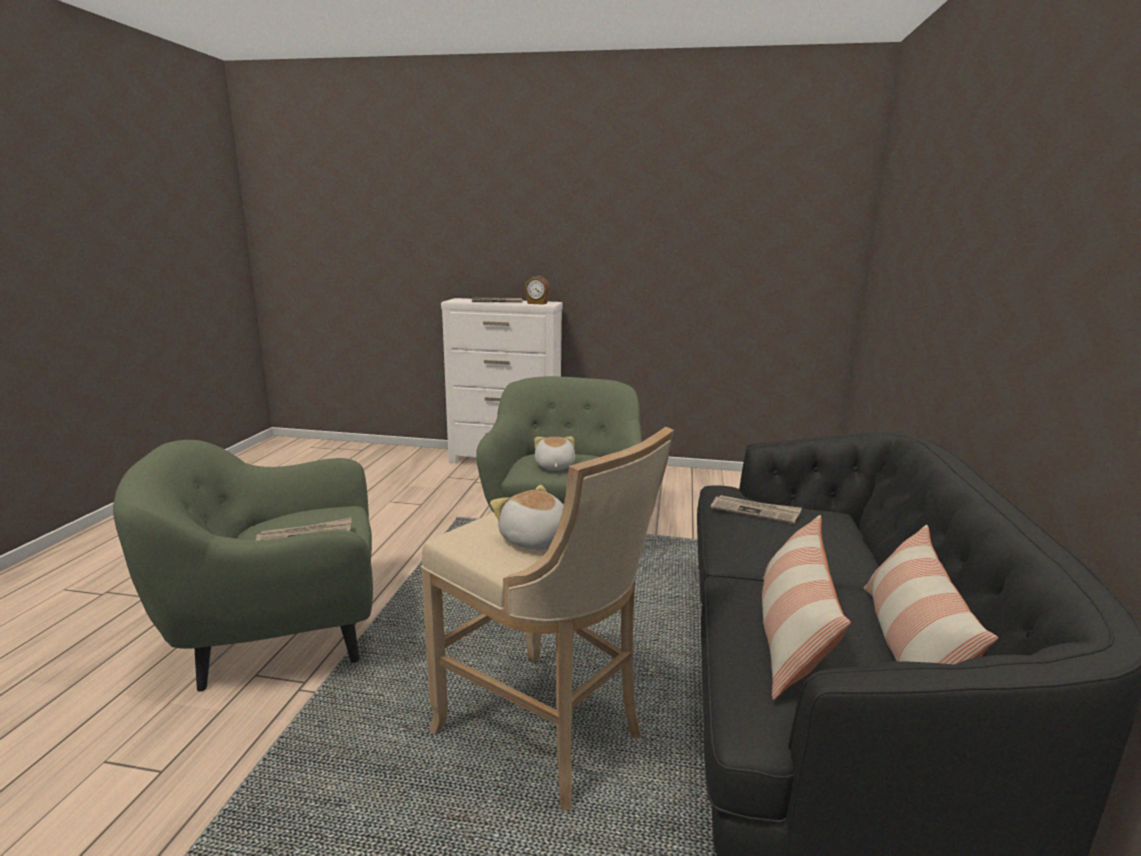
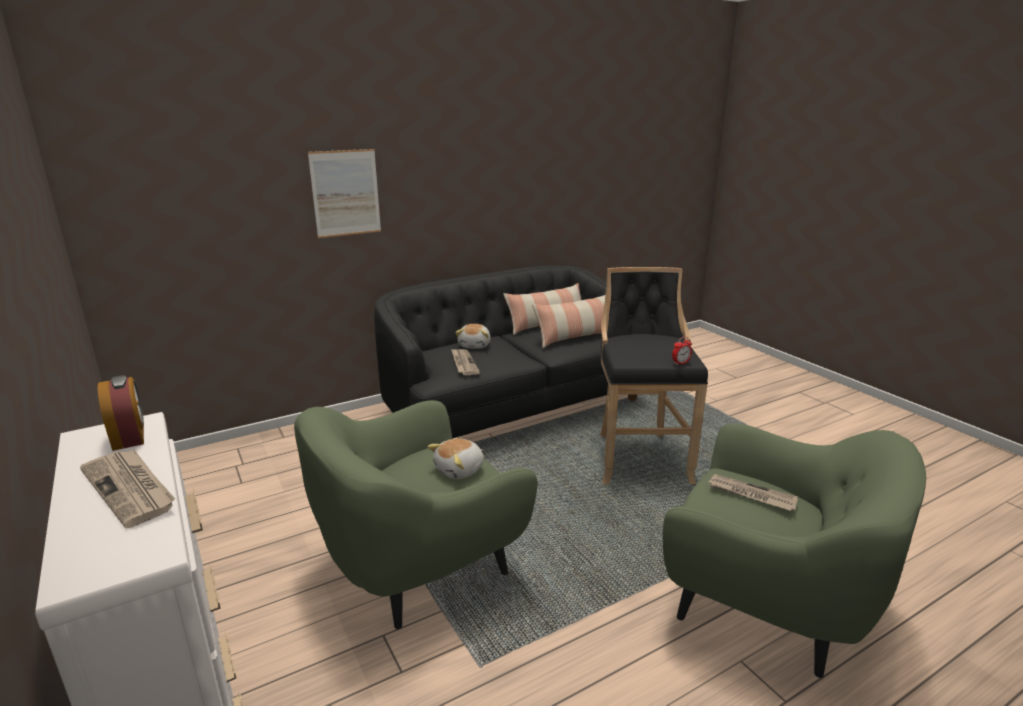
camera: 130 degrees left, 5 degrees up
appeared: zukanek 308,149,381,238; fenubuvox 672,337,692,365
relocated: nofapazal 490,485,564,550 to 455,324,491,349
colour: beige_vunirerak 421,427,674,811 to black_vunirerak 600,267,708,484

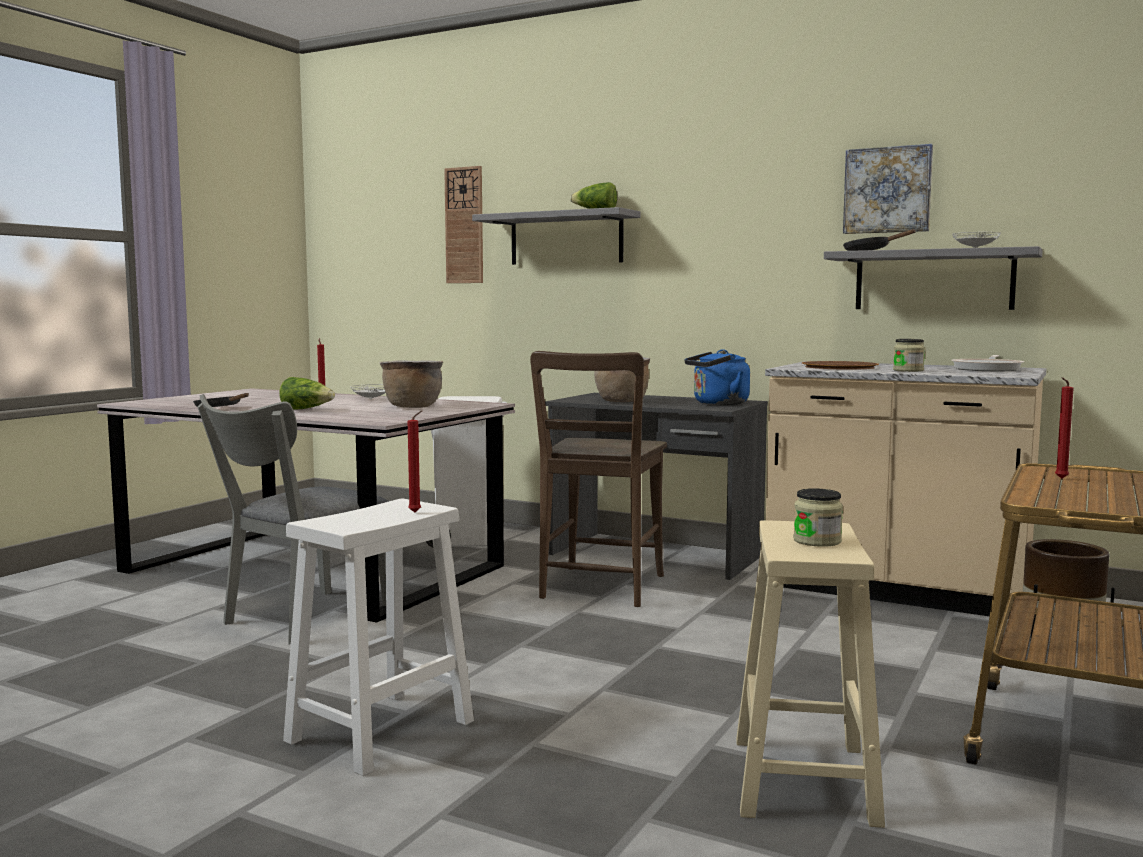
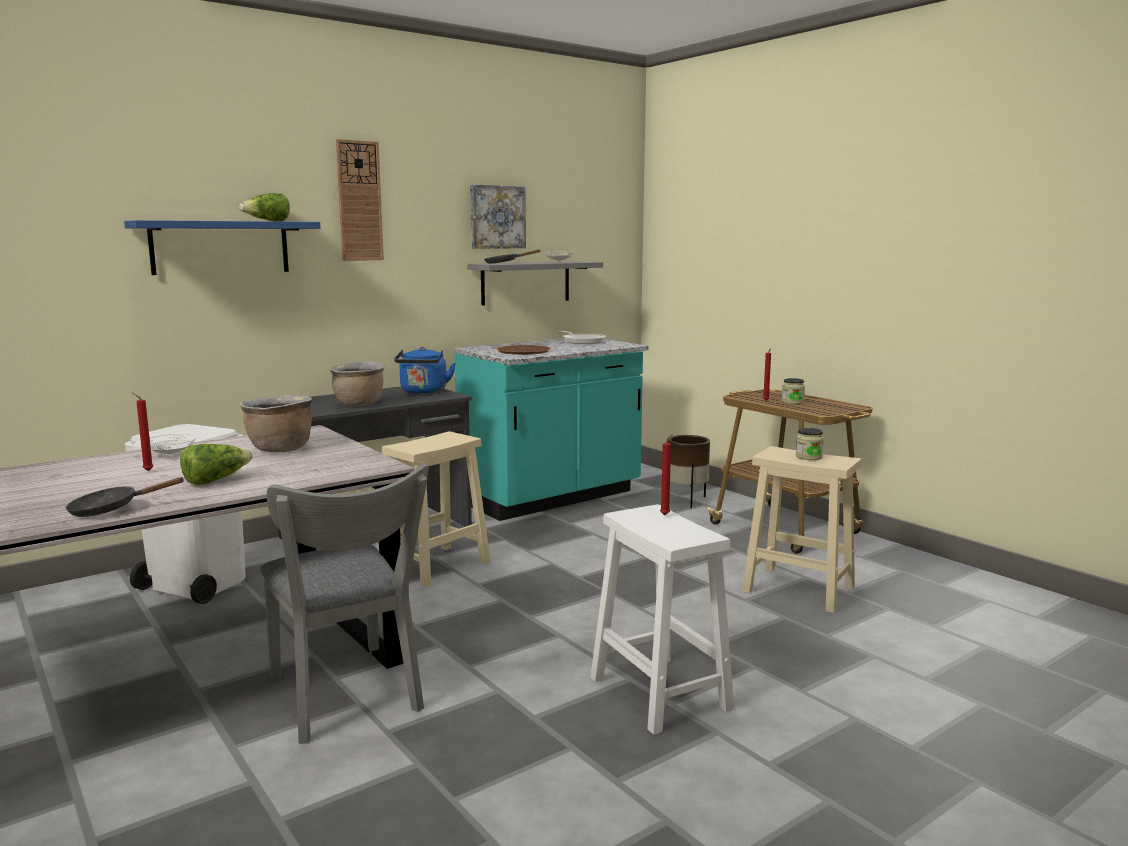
camera: 65 degrees left, 5 degrees up
relocated: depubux 444,166,483,283 to 336,139,384,261; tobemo 893,339,925,372 to 782,378,805,404
exchanged: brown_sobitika 530,351,667,607 to beige_vunirerak 382,432,491,588
colour: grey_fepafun 472,207,640,265 to blue_fepafun 124,220,321,275; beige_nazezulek 765,361,1046,619 to turquoise_nazezulek 453,338,649,521

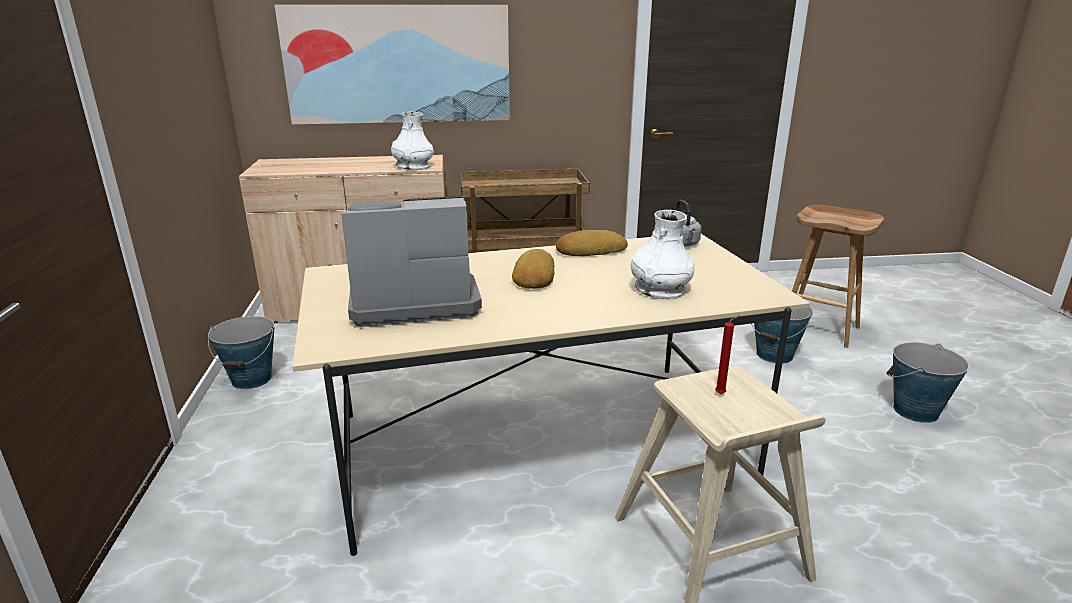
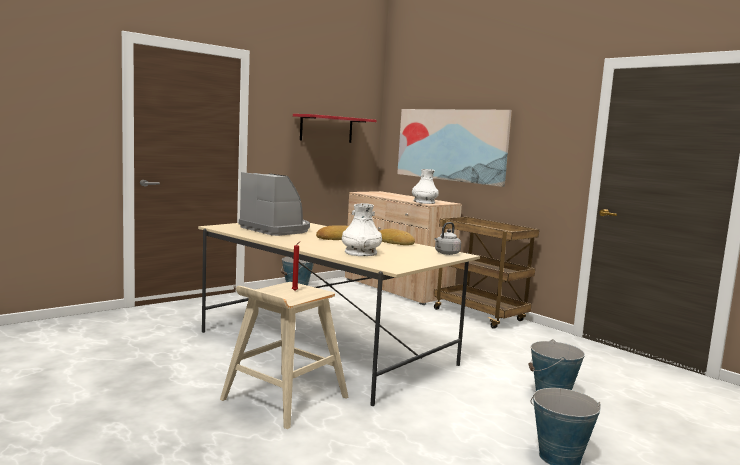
camera: 55 degrees right, 15 degrees down
missing: brown_vunirerak 792,205,884,348
appeared: red_fepafun 293,114,377,143

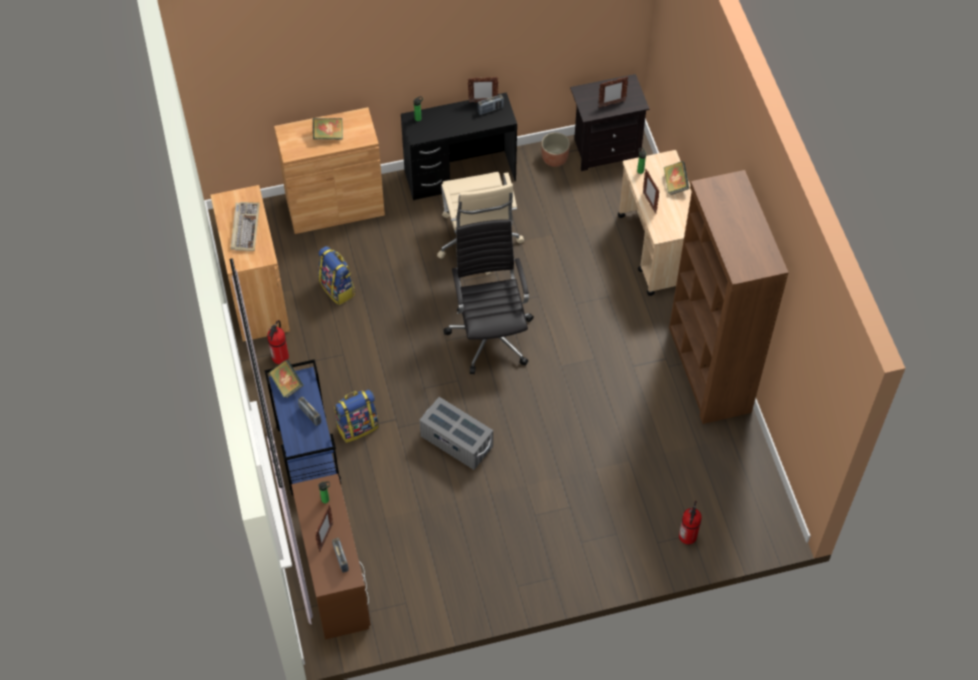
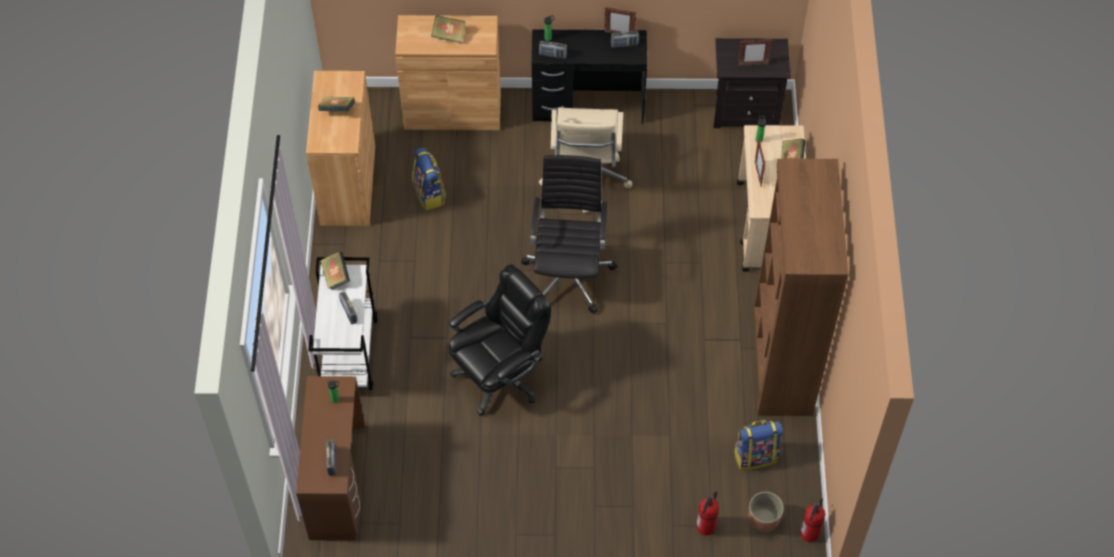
camera: 15 degrees right, 0 degrees up
missing: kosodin 315,504,333,552
appeared: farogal 539,41,567,58
relocated: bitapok 267,320,289,364 to 800,498,825,542; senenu 334,389,379,443 to 733,420,783,471; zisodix 542,132,570,167 to 748,492,784,532
exchanged: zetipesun 231,202,260,251 to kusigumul 318,97,355,111; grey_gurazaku 420,397,493,470 to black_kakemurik 449,264,551,416
colour: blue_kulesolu 264,359,341,496 to white_kulesolu 308,257,378,390

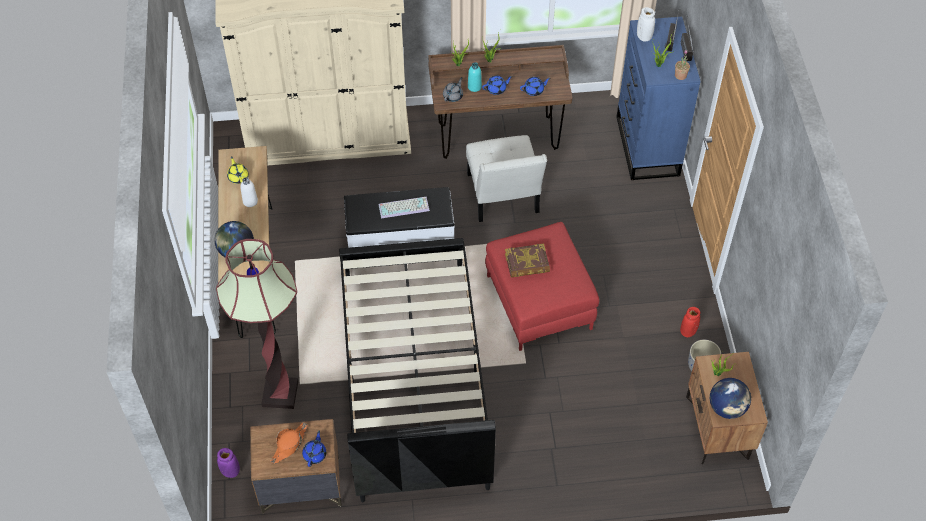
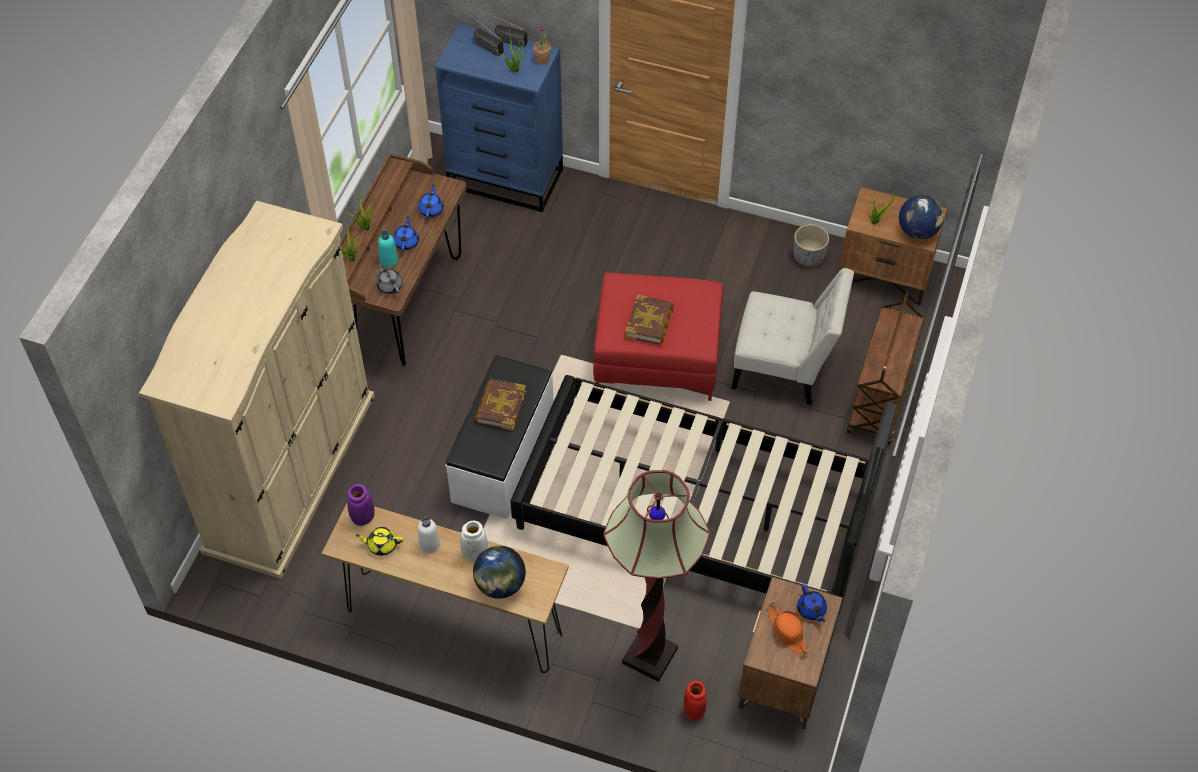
camera: 65 degrees left, 0 degrees up
appeared: brown_kulesolu 847,291,924,444
relocated: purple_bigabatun 217,448,240,478 to 347,484,375,526; white_sobitika 466,135,547,222 to 731,268,854,405; white_bigabatun 637,7,655,42 to 460,521,488,561; red_bigabatun 680,307,700,337 to 684,681,706,720
exchanged: zetipesun 379,197,430,218 to kusigumul 475,379,526,431
spun: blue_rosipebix 302,430,327,467 = 797,584,827,622 150 degrees counterclockwise

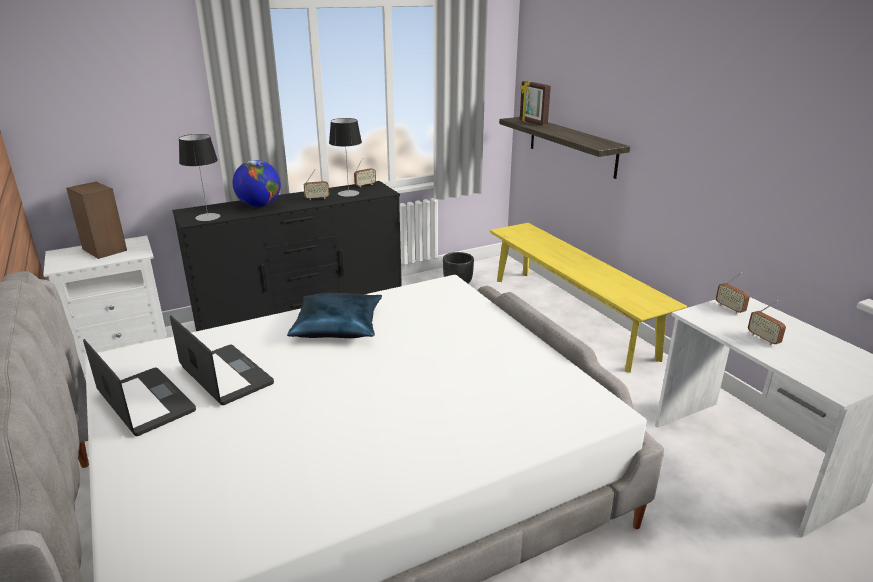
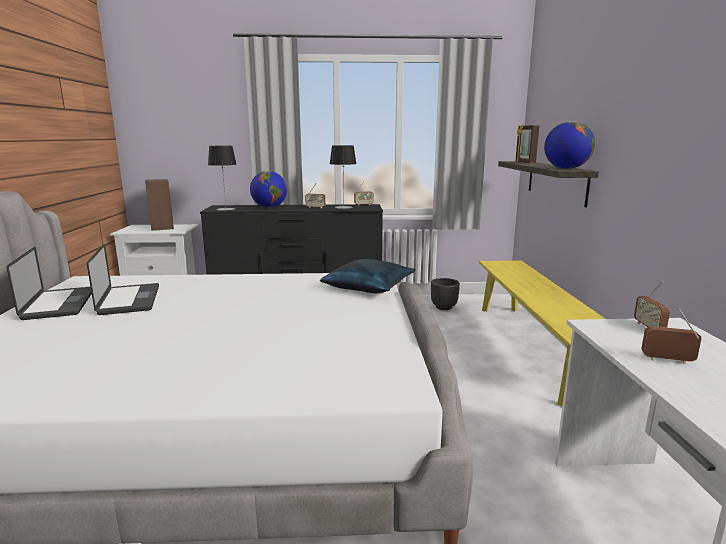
camera: 25 degrees right, 10 degrees down
appeared: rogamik 544,121,595,169
relocated: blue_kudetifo 287,293,382,338 to 320,259,416,293
spun: farogal 748,301,786,345 = 641,308,702,364 105 degrees clockwise

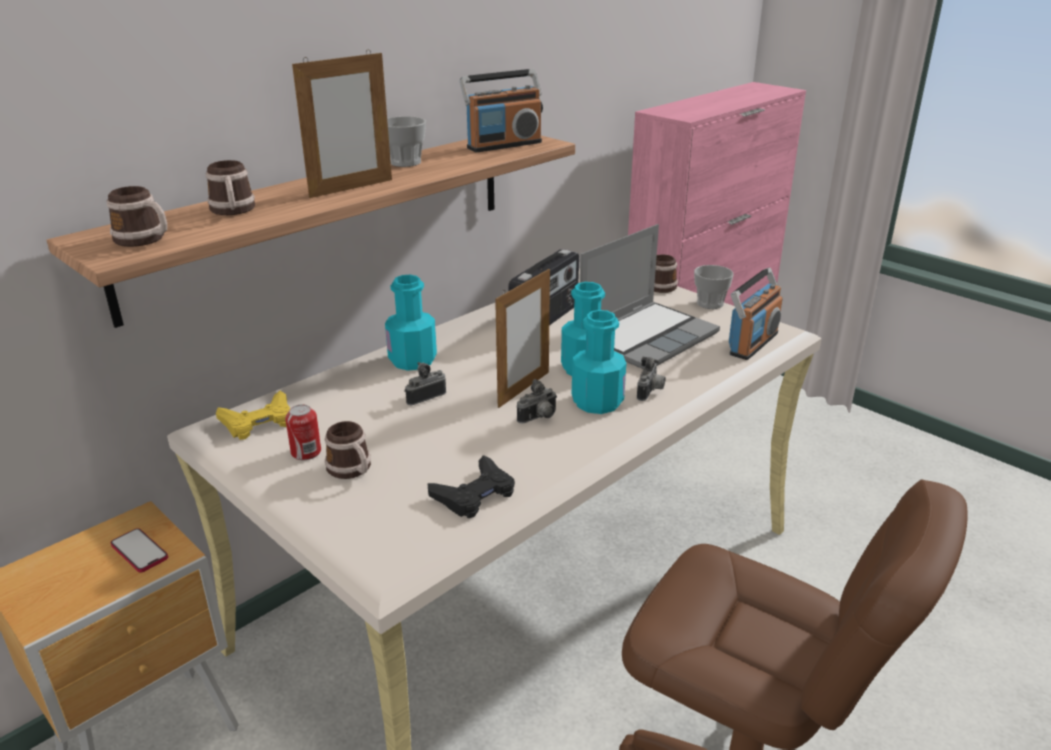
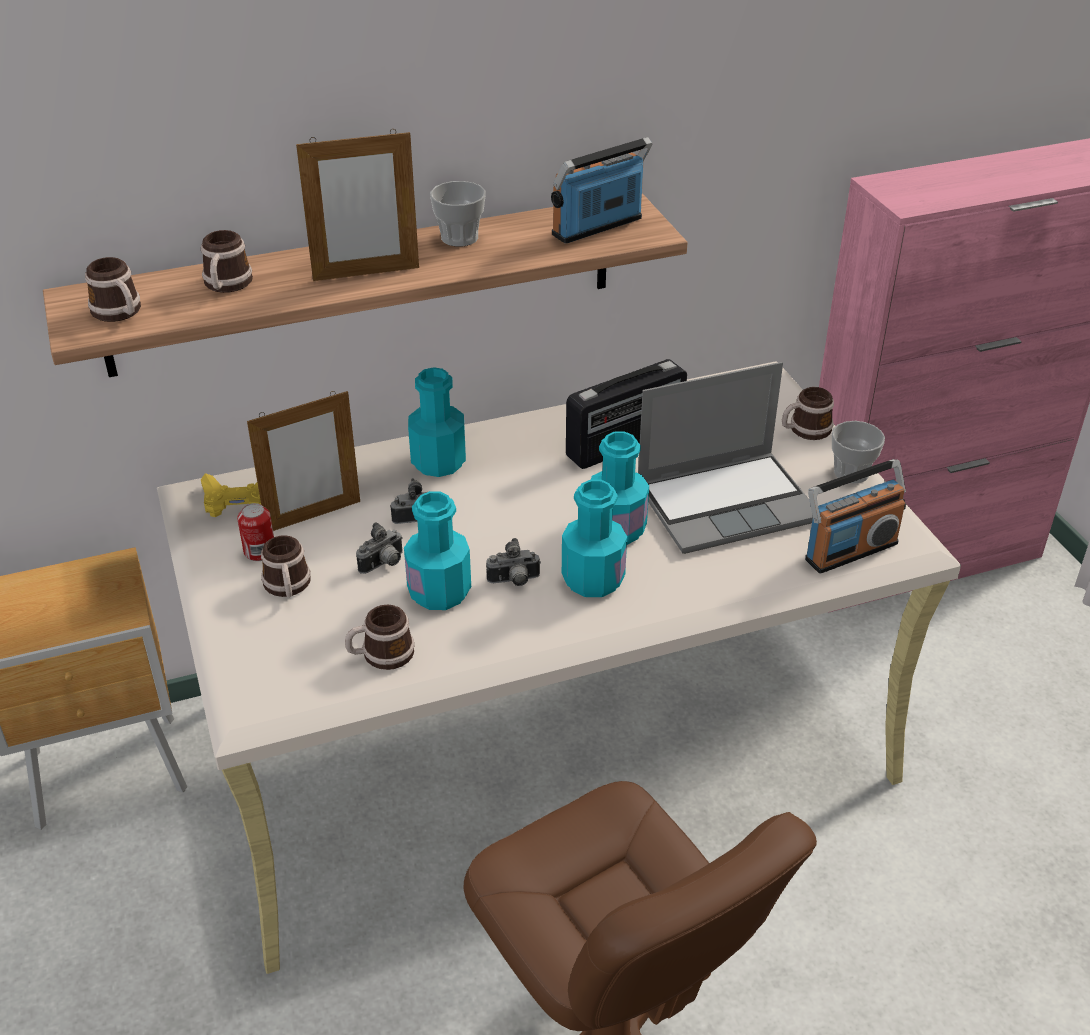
camera: 25 degrees right, 10 degrees up
missing: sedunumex 111,528,168,573
appeared: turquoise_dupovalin 404,491,471,610
relocated: kosodin 495,269,550,408 to 247,391,360,531; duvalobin 637,357,666,401 to 356,522,403,574
exchanged: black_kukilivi 427,455,515,518 to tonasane 345,605,414,670
spun: farogal 460,69,543,152 = 551,137,652,243 150 degrees clockwise

